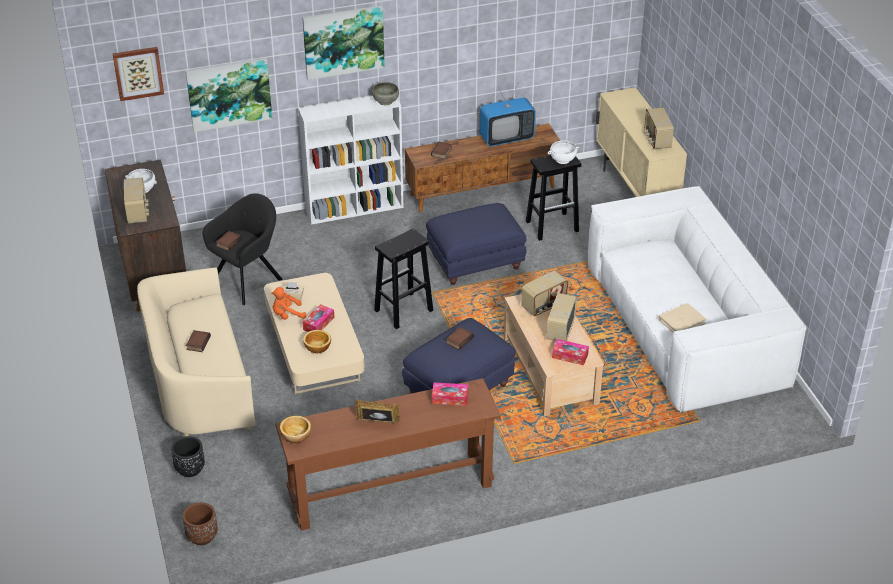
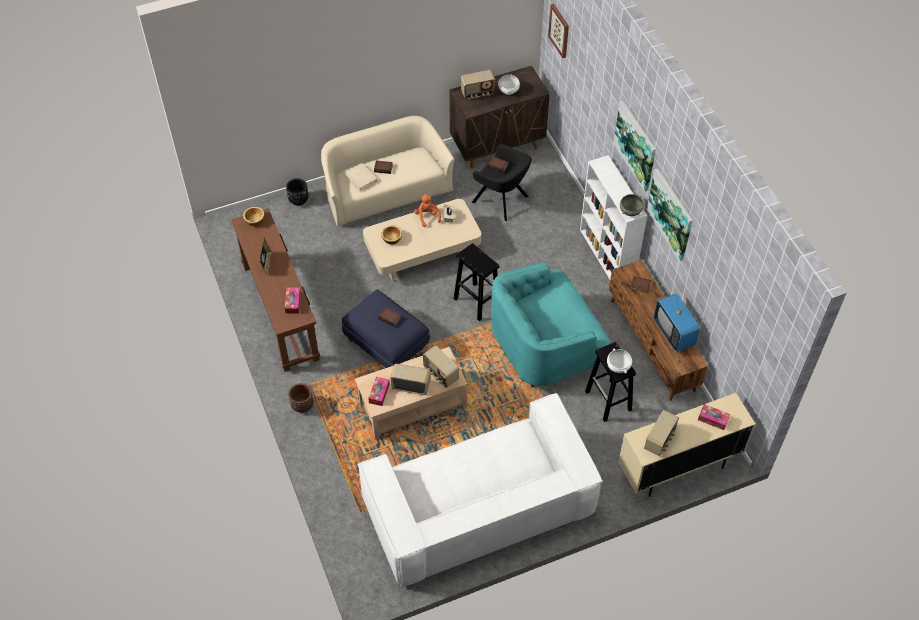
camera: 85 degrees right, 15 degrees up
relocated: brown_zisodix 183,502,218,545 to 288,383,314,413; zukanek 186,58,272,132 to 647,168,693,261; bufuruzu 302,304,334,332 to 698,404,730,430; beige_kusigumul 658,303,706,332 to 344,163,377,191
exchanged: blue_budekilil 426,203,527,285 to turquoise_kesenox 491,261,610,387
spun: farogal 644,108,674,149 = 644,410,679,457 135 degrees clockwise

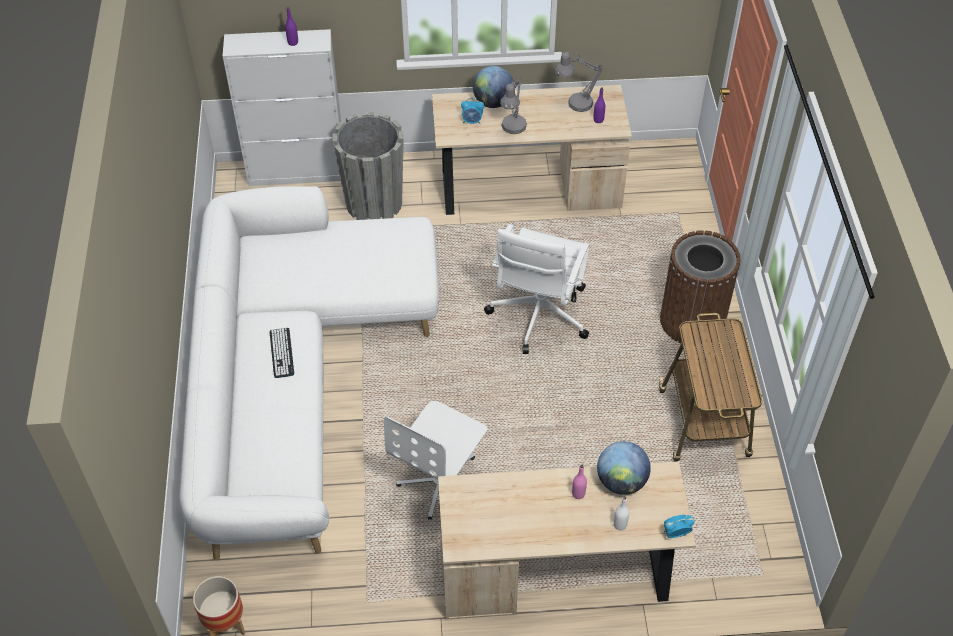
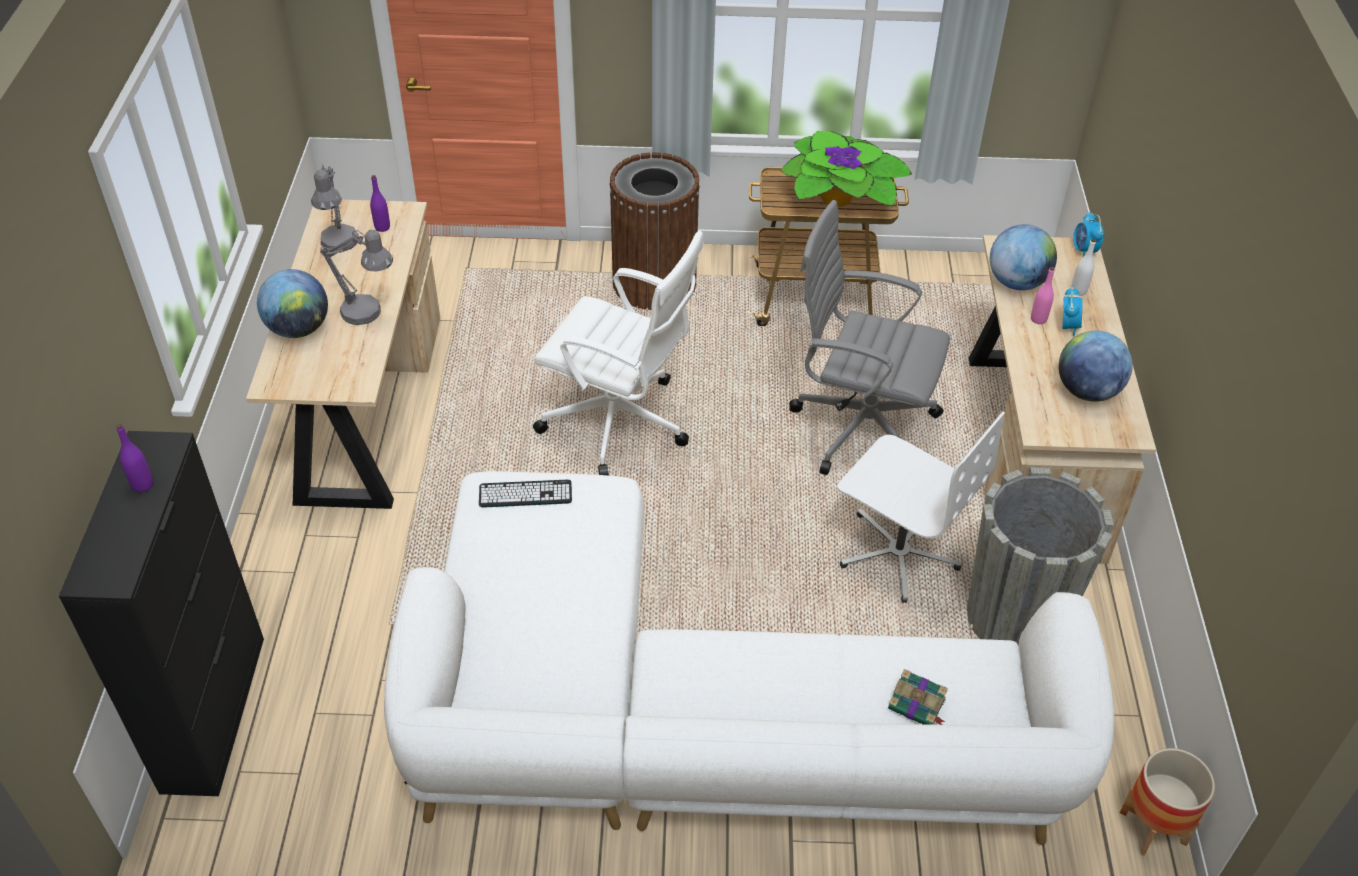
camera: 85 degrees left, 5 degrees down
appeared: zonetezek 781,131,912,207; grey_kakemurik 789,200,950,475; kusigumul 888,669,948,725; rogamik 1059,331,1133,402
relocated: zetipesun 270,328,294,378 to 479,480,572,508; grey_zisodix 333,112,404,220 to 967,468,1114,645; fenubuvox 461,98,484,124 to 1063,286,1083,337
colour: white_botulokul 223,29,341,186 to black_botulokul 59,431,264,796

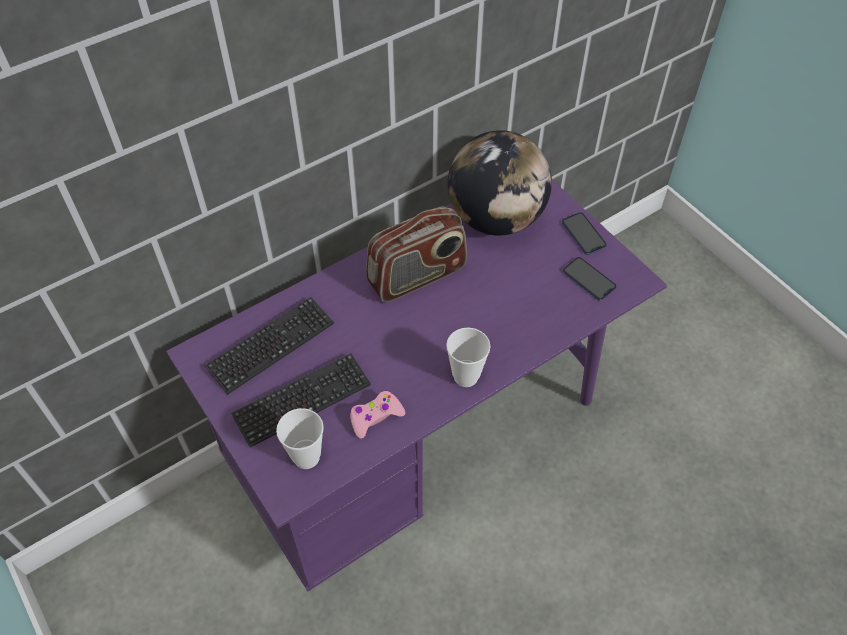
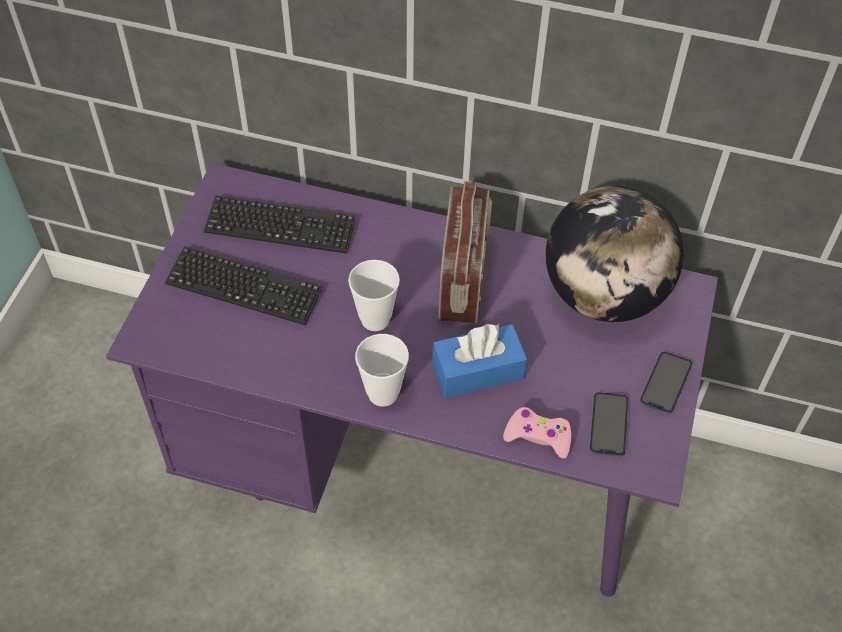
camera: 50 degrees right, 0 degrees up
appeared: blue_bufuruzu 432,323,527,398
relocated: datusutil 276,408,324,469 to 348,260,400,331; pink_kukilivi 350,390,405,439 to 503,406,571,459
spun: farogal 366,206,467,302 = 438,181,492,324 105 degrees counterclockwise

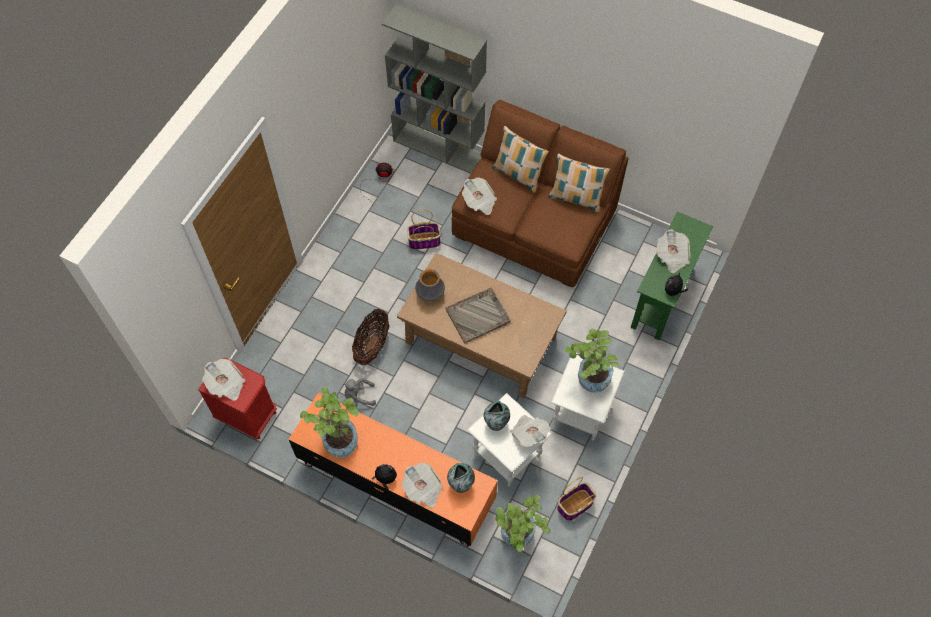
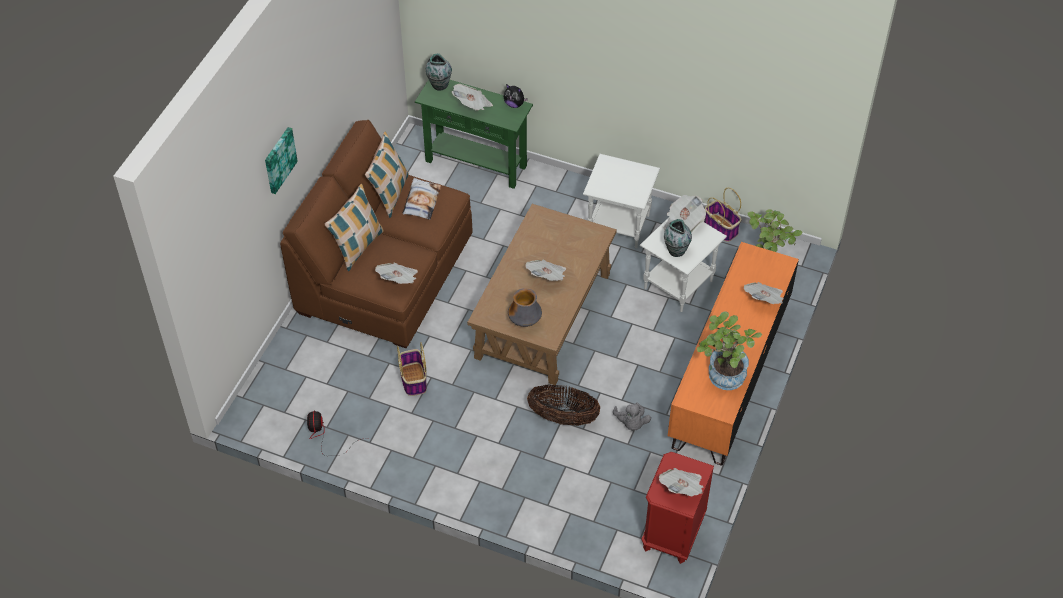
camera: 95 degrees left, 10 degrees down
missing: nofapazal 372,464,397,491; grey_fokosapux 382,5,487,174; zonetezek 564,328,619,393
appeared: zukanek 265,127,298,194; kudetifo 402,178,441,220
relocated: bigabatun 447,463,475,493 to 426,53,452,91
exchanged: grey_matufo 446,287,511,343 to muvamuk 525,260,566,281

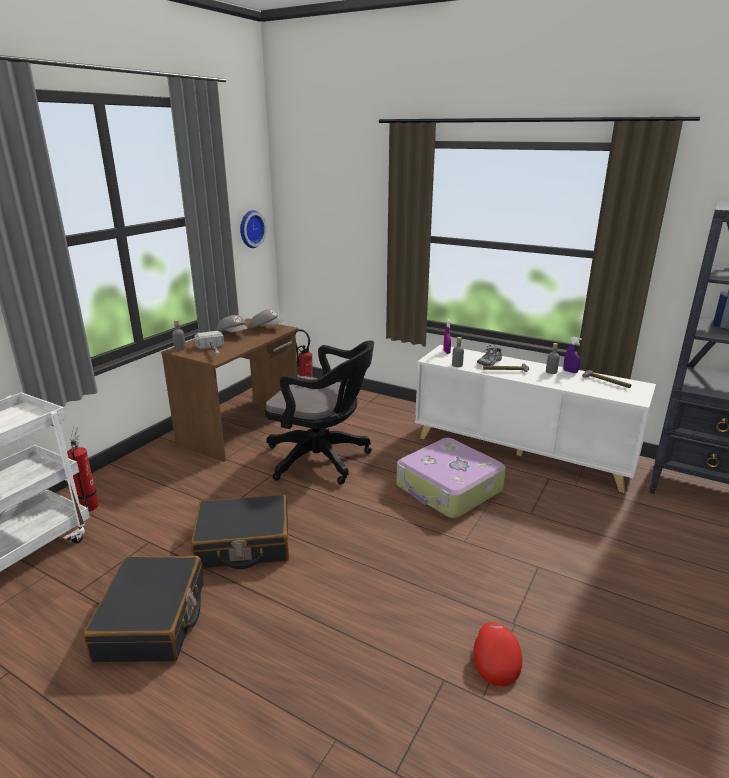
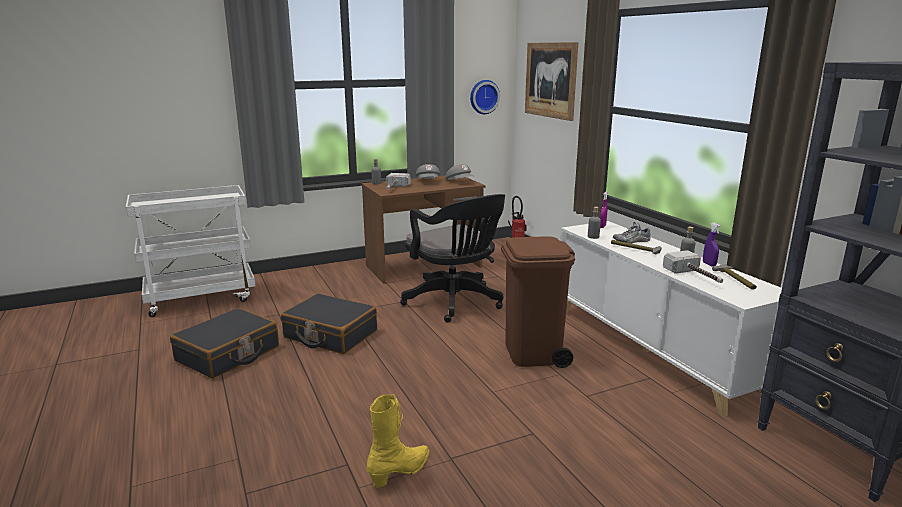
camera: 35 degrees right, 5 degrees down
missing: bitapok 67,427,99,512
appeared: zukanek 525,42,578,121; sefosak 663,250,723,283
exchanged: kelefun 396,438,506,518 to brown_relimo 501,236,575,368; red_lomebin 473,622,522,687 to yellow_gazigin 367,394,429,488

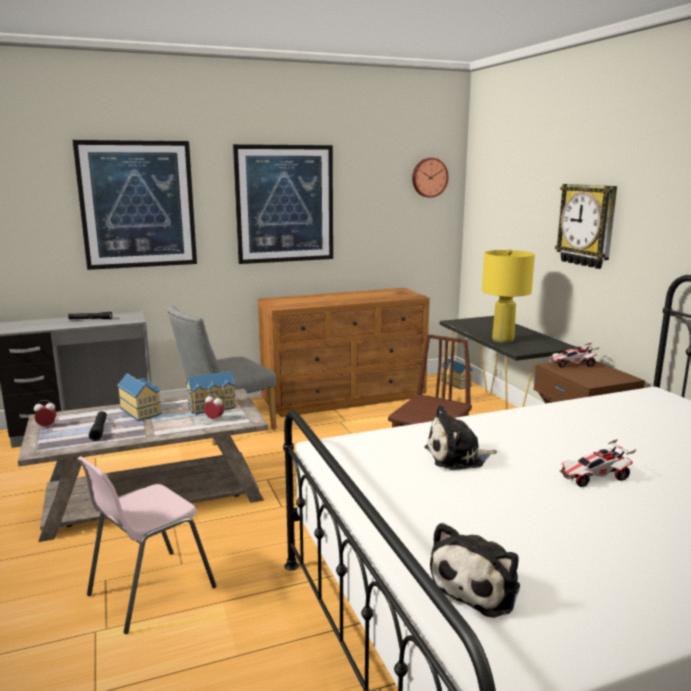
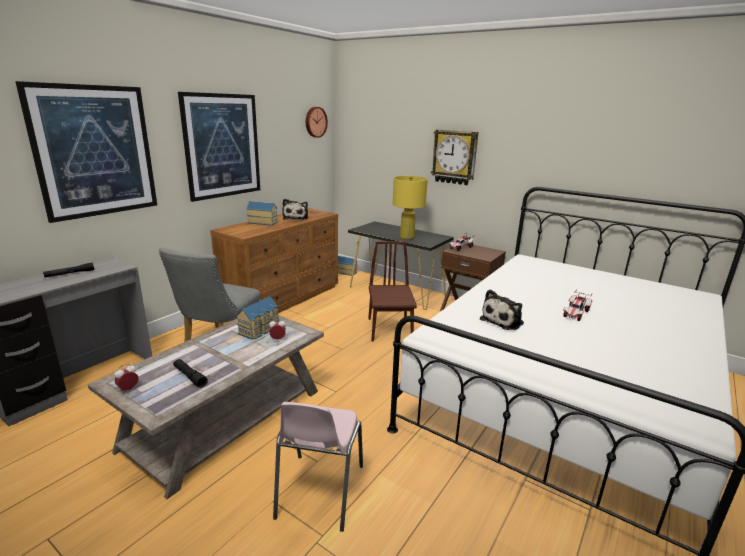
camera: 35 degrees left, 5 degrees up
relocated: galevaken 117,373,162,421 to 246,201,278,226; nofapazal 430,523,520,618 to 282,199,308,220

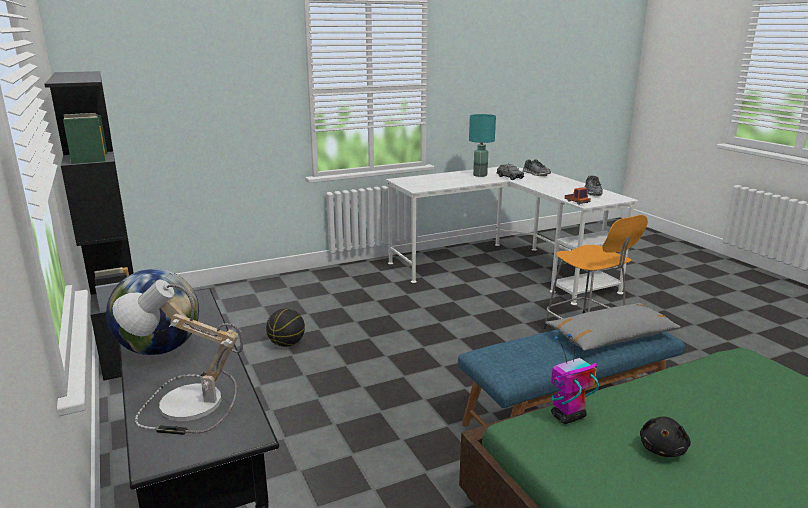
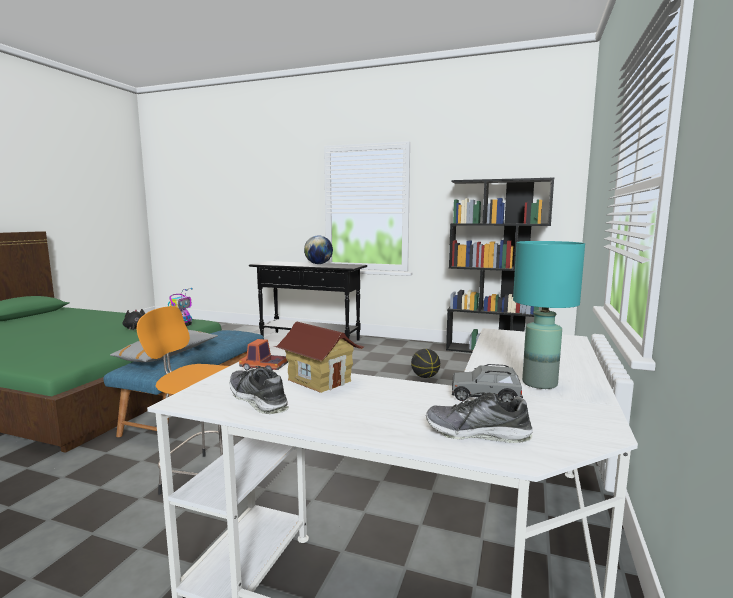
camera: 135 degrees right, 10 degrees down
missing: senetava 112,280,243,435
appeared: galevaken 274,322,364,393

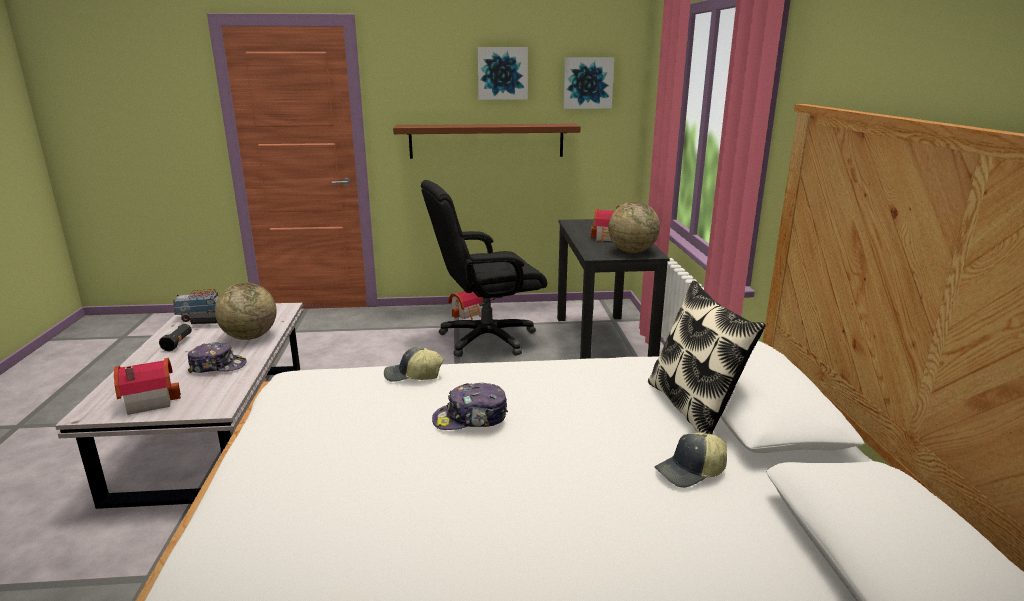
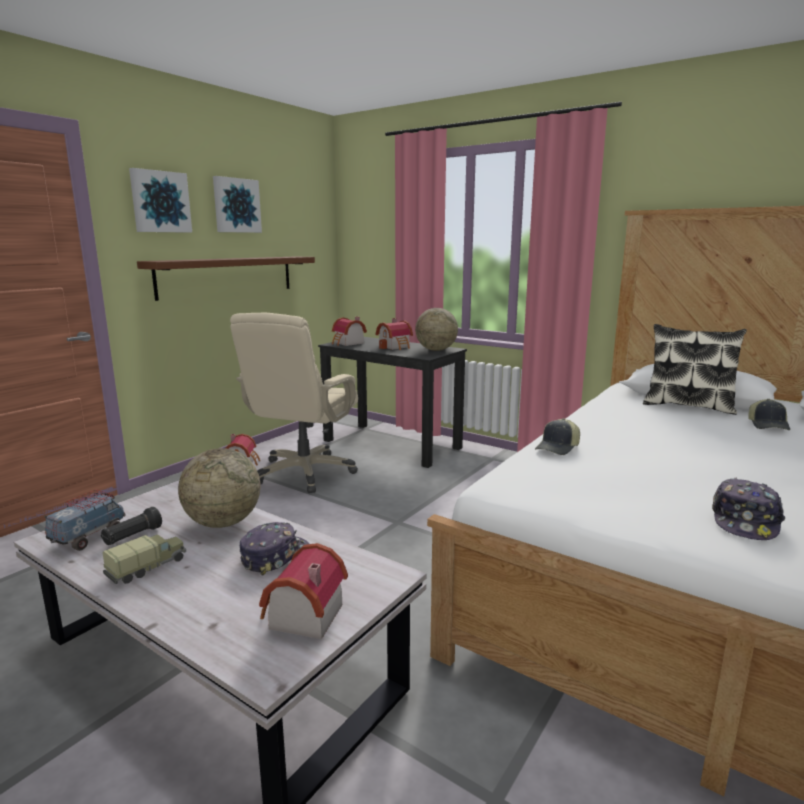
camera: 50 degrees left, 5 degrees down
appeared: galevaken 332,317,367,346
relocated: lomebin 432,383,508,430 to 712,477,785,540; zukanek 563,57,614,109 to 129,168,192,233
exchanged: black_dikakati 159,324,192,351 to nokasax 102,534,186,584
colour: black_kakemurik 421,180,547,357 to beige_kakemurik 230,313,358,493

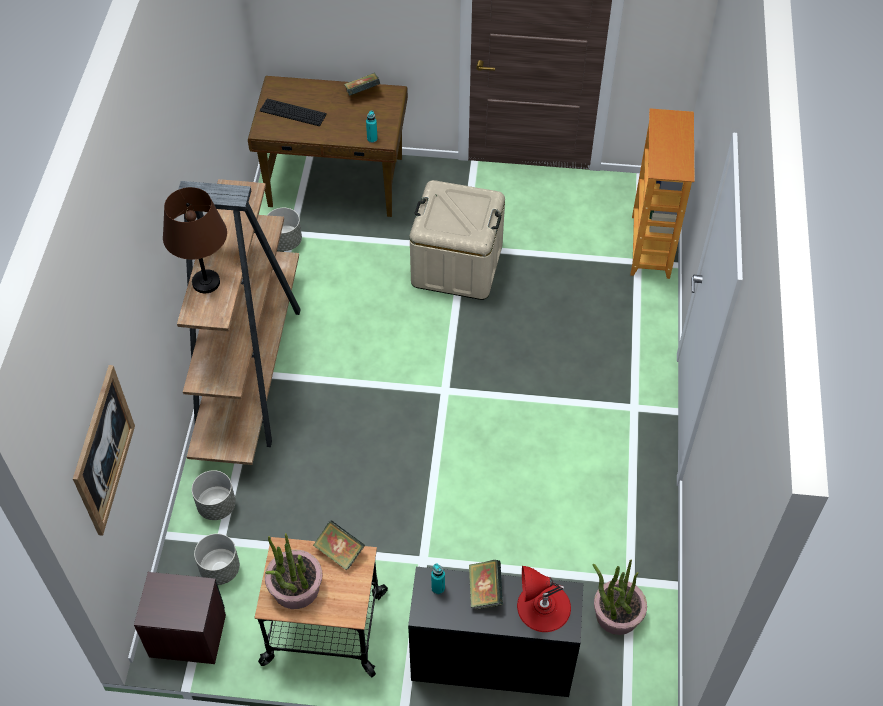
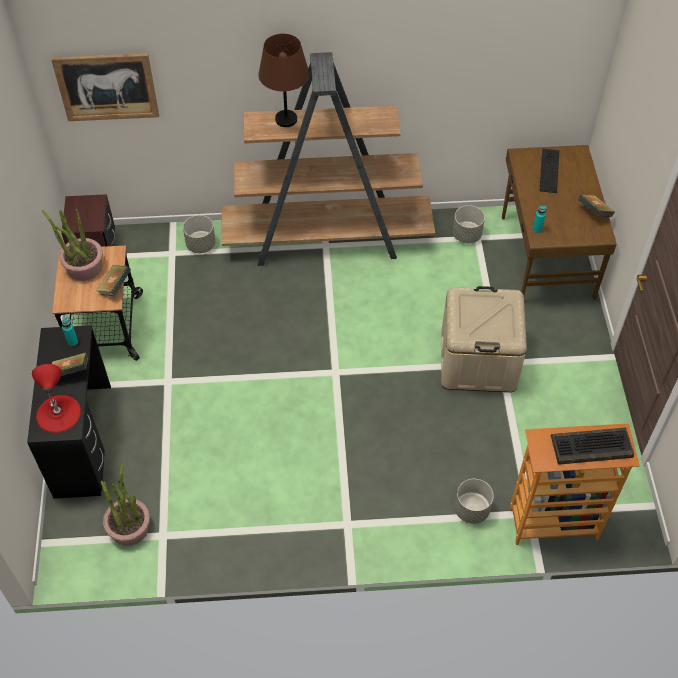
camera: 80 degrees right, 0 degrees up
appeared: zetipesun 551,427,634,465
relocated: grey_zisodix 194,534,240,585 to 455,479,494,524

